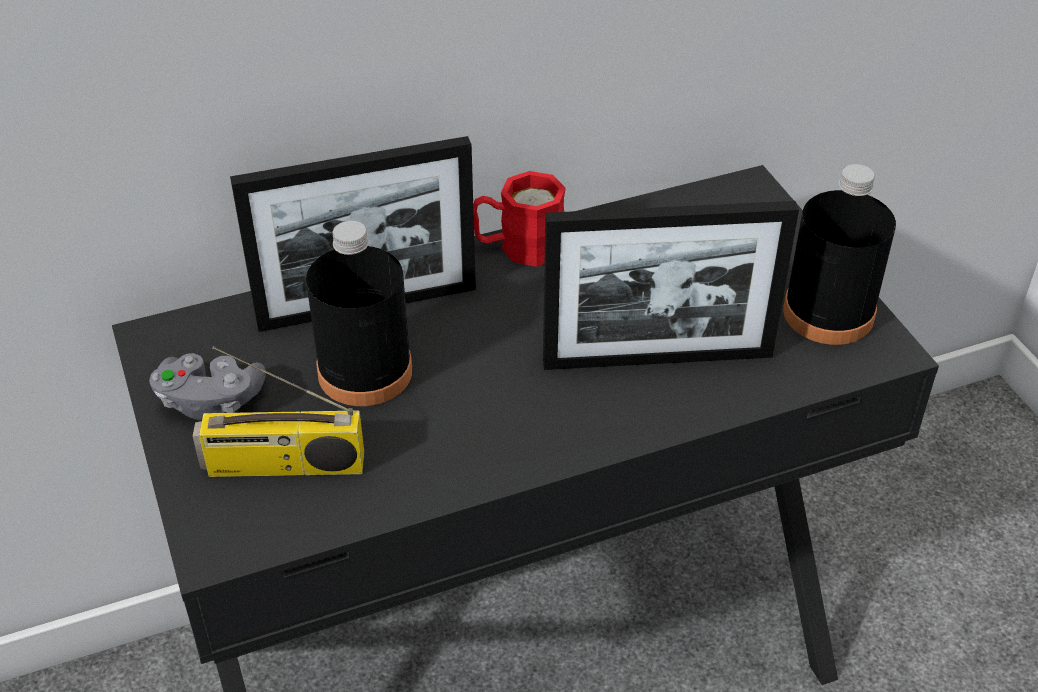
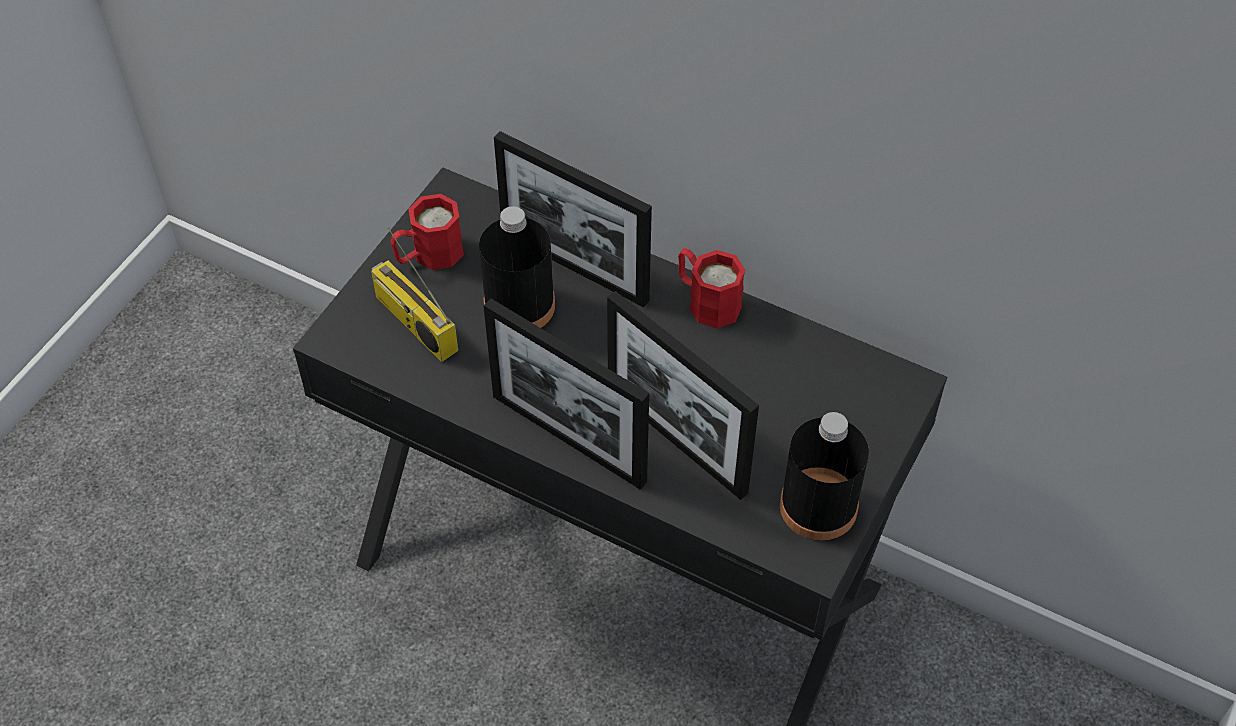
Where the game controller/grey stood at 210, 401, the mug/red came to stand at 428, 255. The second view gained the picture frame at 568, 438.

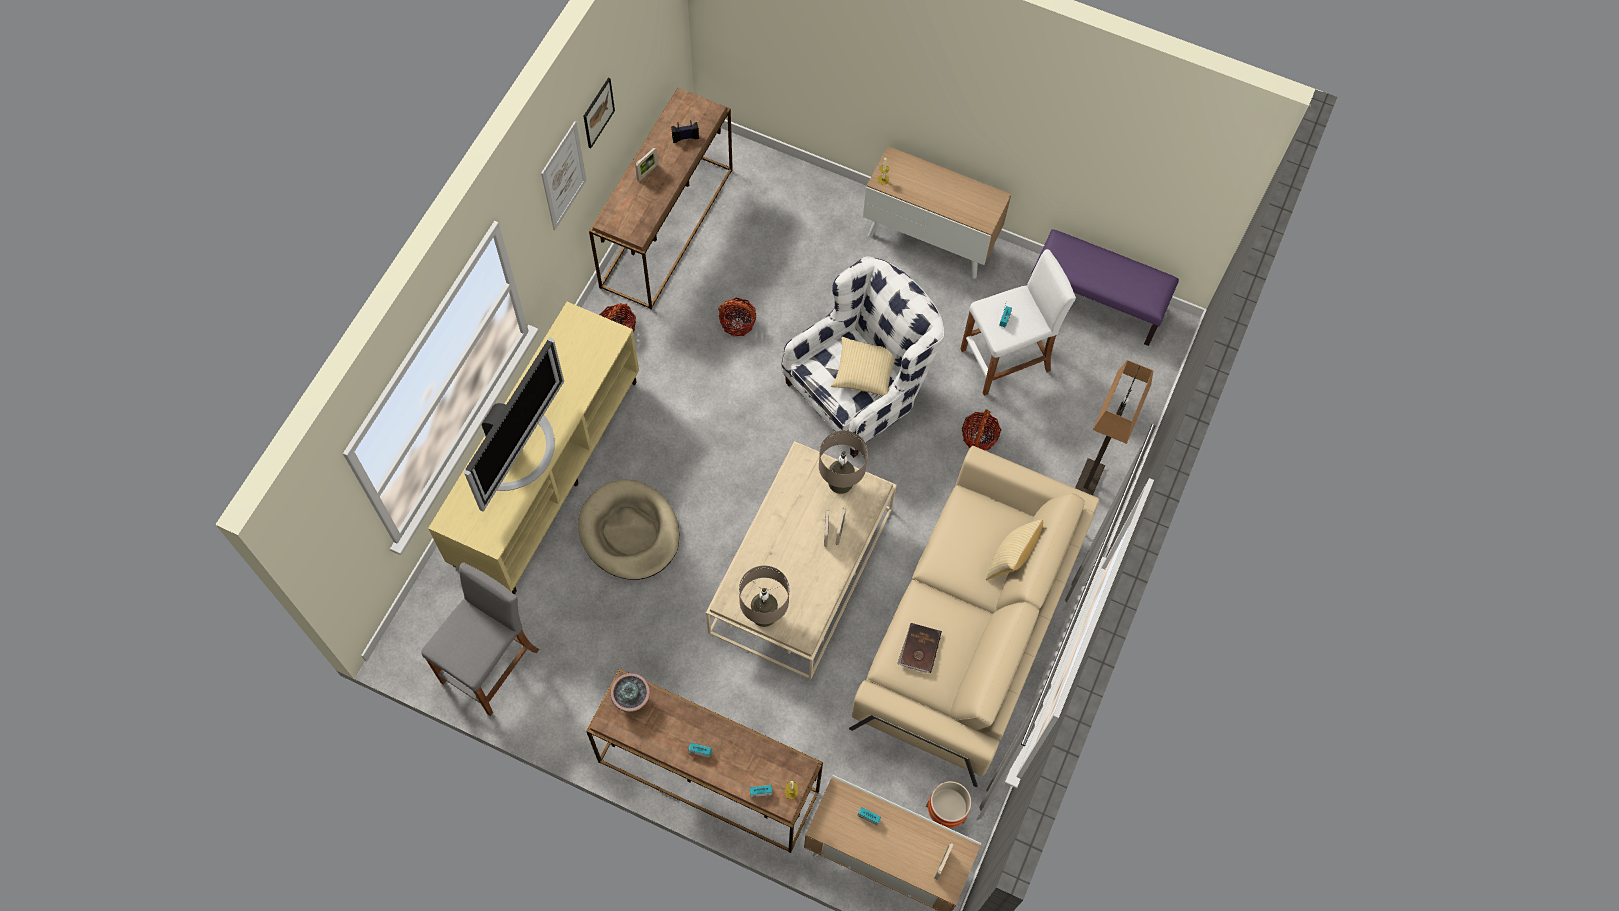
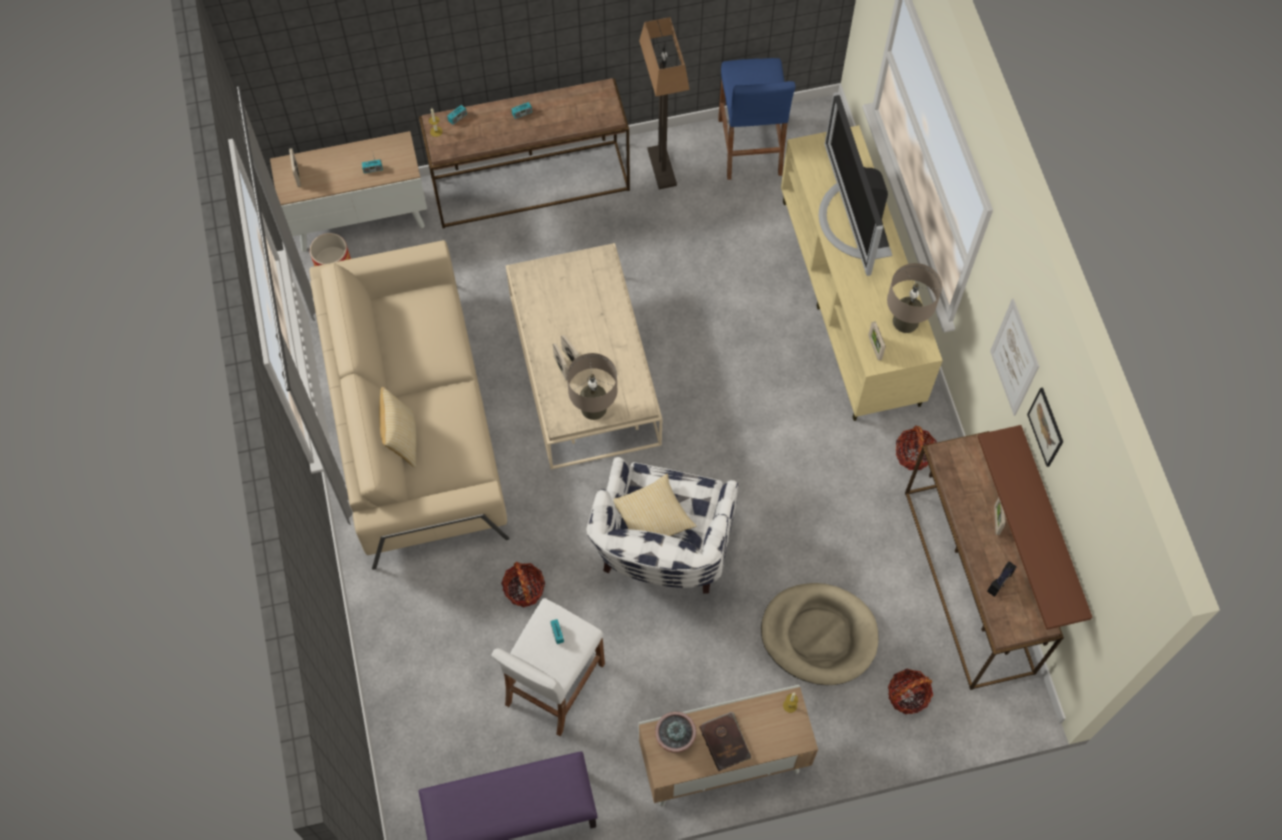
The basket ended up elsewhere, having gone from 737, 322 to 907, 696. The floor lamp ended up elsewhere, having gone from 1087, 484 to 661, 167. The dog bed/beige ended up elsewhere, having gone from 629, 532 to 819, 635. What was the stool/grey at 491, 666 turned into the stool/blue at 750, 147. The table lamp/beige ended up elsewhere, having gone from 764, 614 to 905, 321. The book/brown ended up elsewhere, having gone from 919, 648 to 725, 741. The potted plant ended up elsewhere, having gone from 632, 699 to 675, 738. The second view gained the picture frame at 874, 348. The second view gained the shelf/brown at 1051, 525.

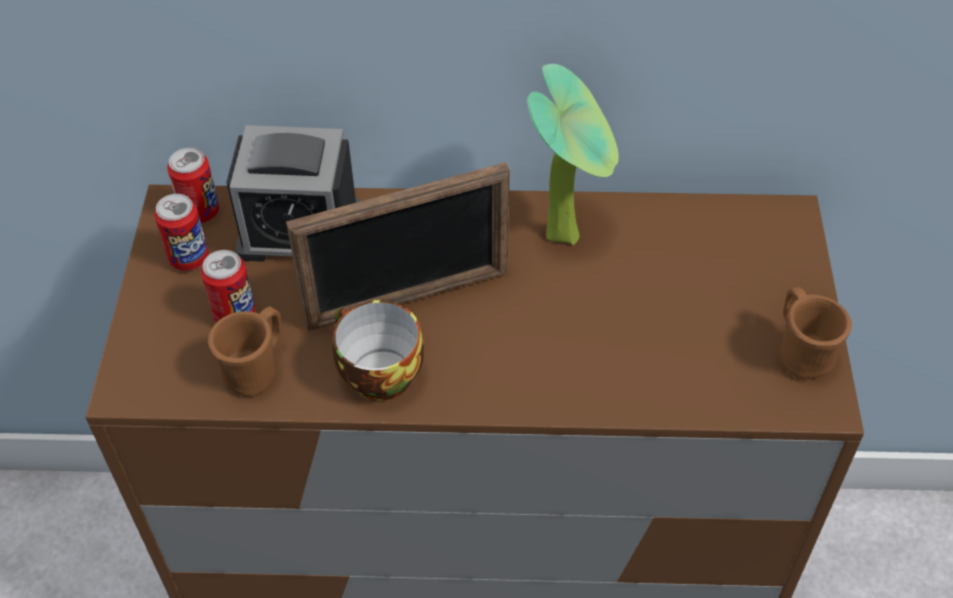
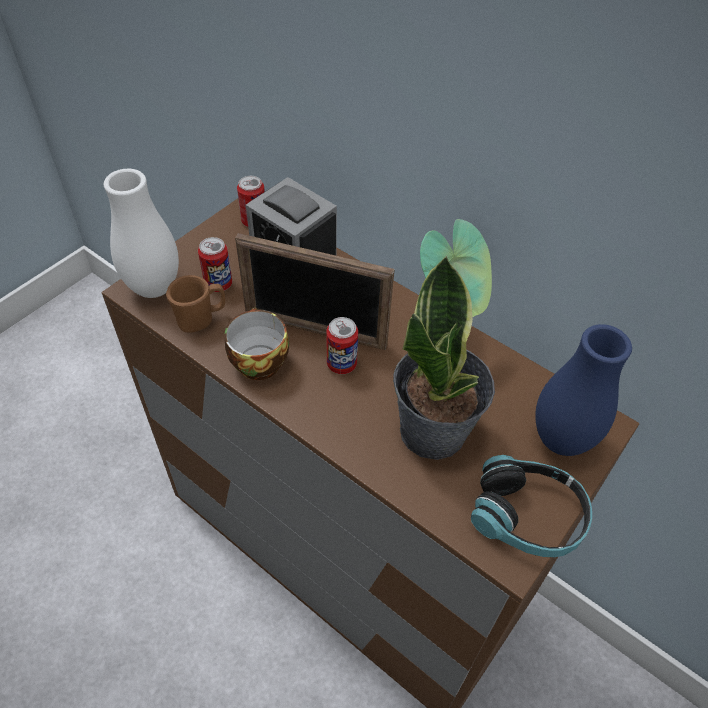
The can ended up elsewhere, having gone from 189, 258 to 341, 364. Where the mug/brown stood at 800, 352, the headphones came to stand at 527, 516. The second view gained the vase/white at 154, 288. The second view gained the potted plant at 434, 431. The second view gained the vase/blue at 561, 440.

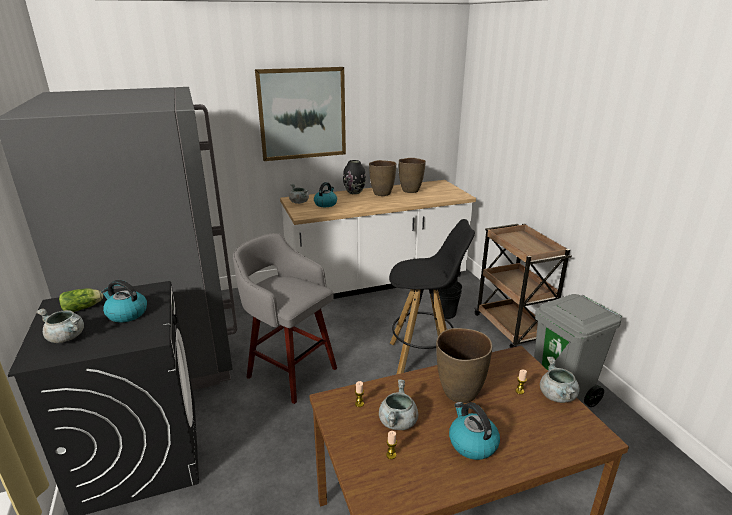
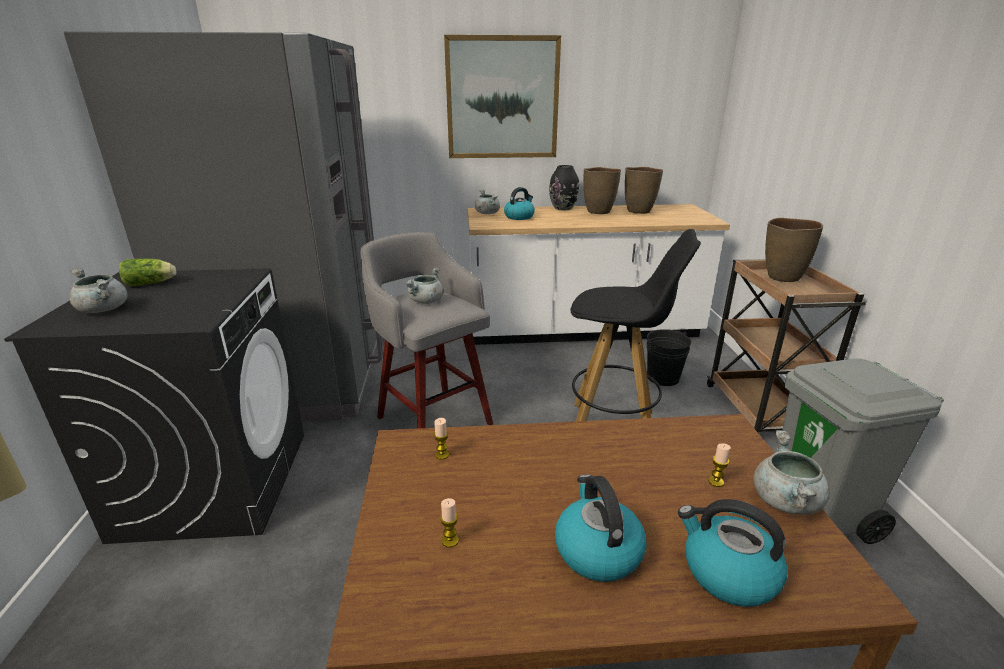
The kettle ended up elsewhere, having gone from 126, 314 to 727, 573. The vase/brown ended up elsewhere, having gone from 459, 393 to 782, 277. The cooking pot/grey ended up elsewhere, having gone from 398, 422 to 426, 301.

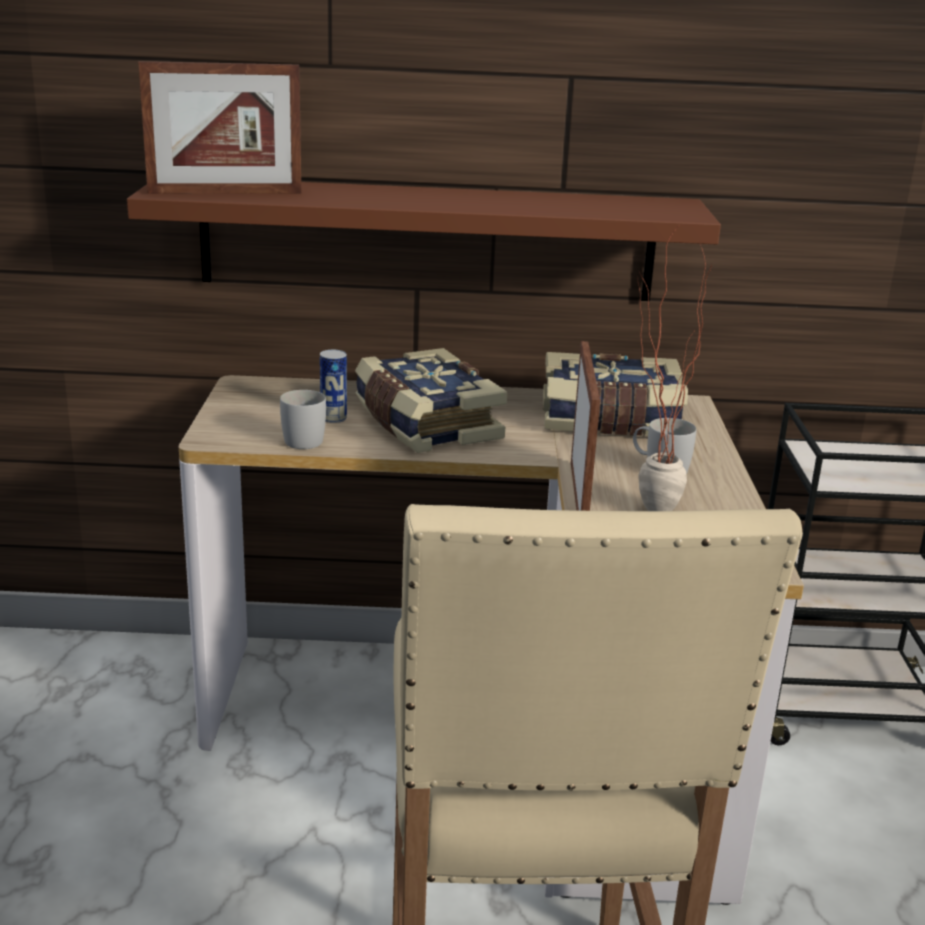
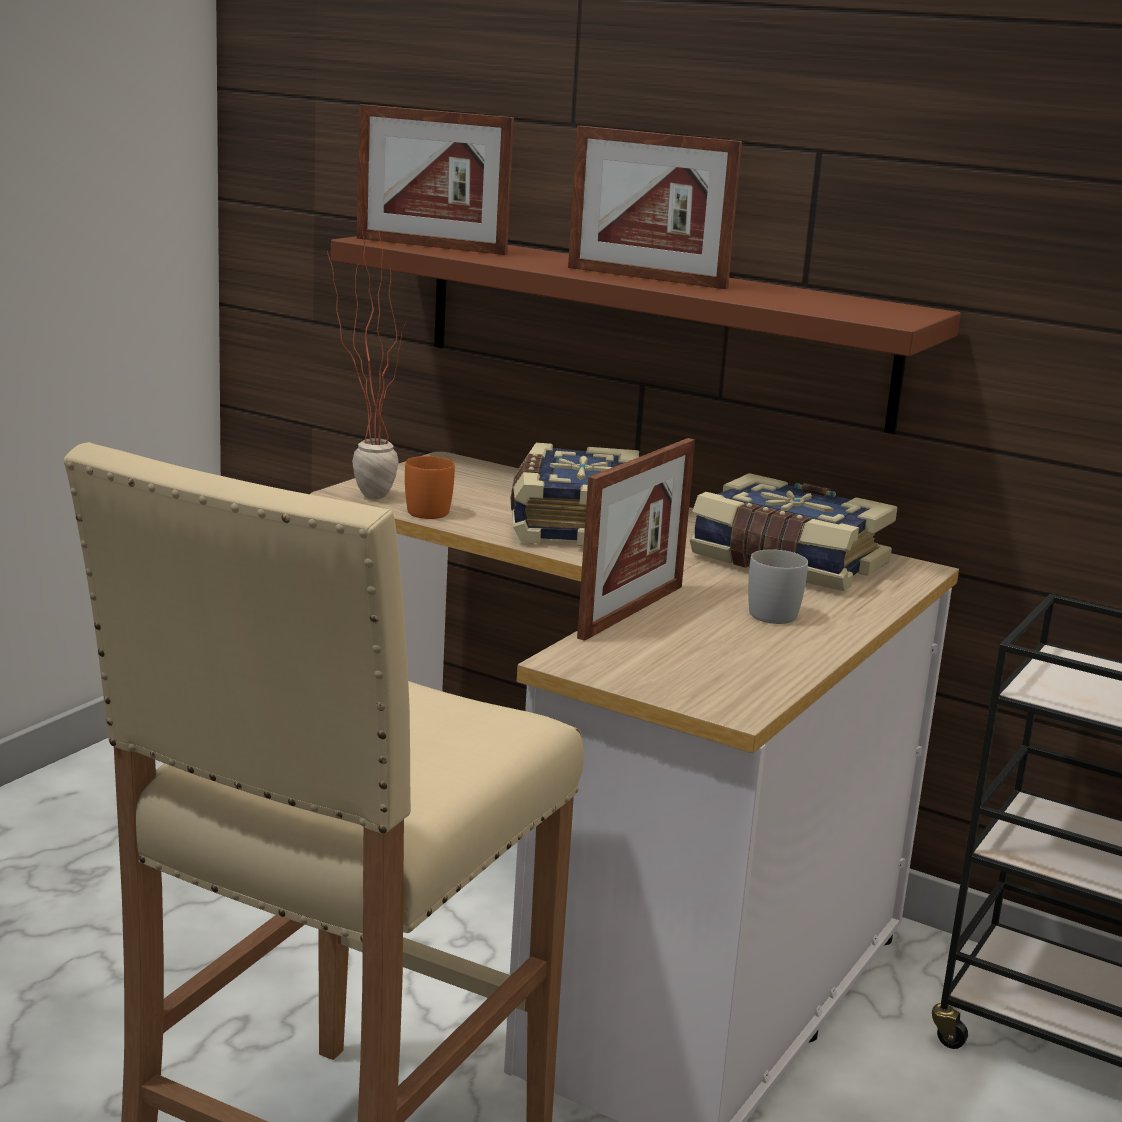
The potted plant ended up elsewhere, having gone from 643, 511 to 362, 494. The second view lost the can at 333, 418. What was the mug/white at 300, 439 turned into the mug/orange at 429, 510. The second view gained the picture frame at 646, 277.

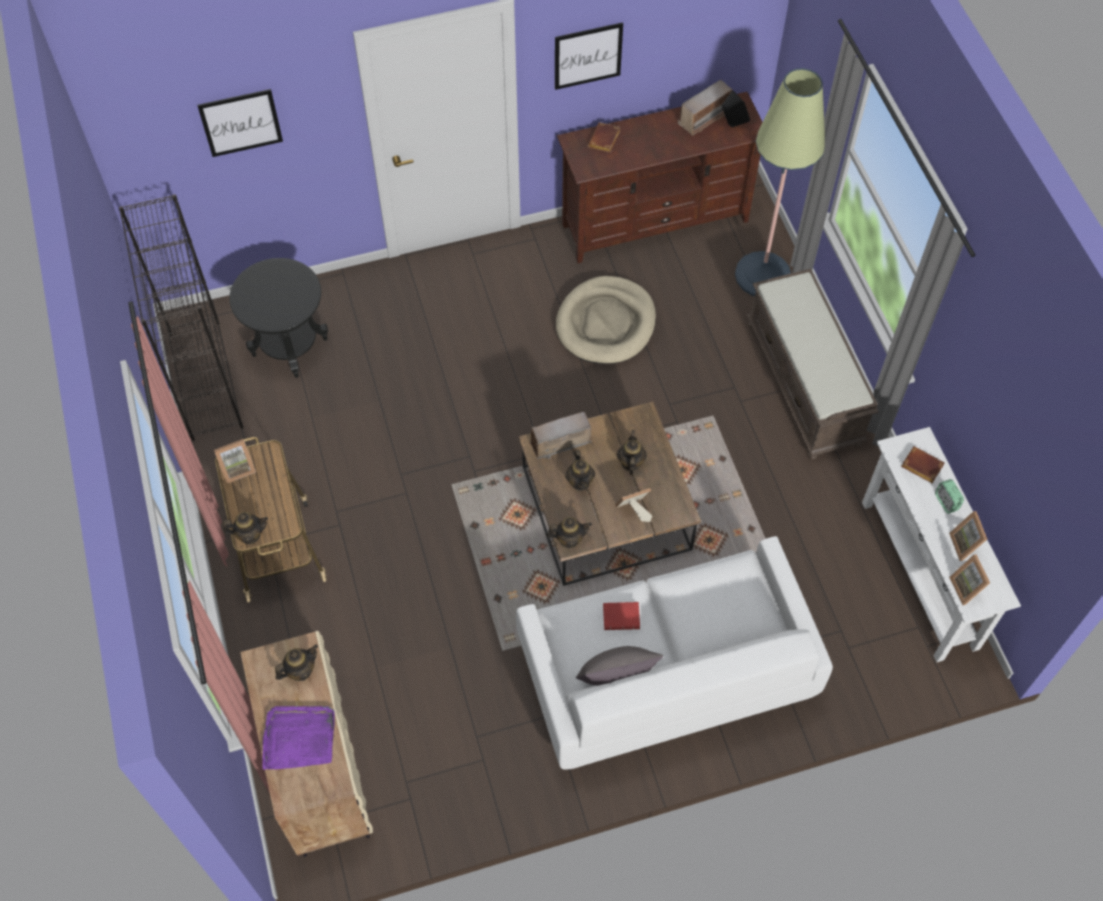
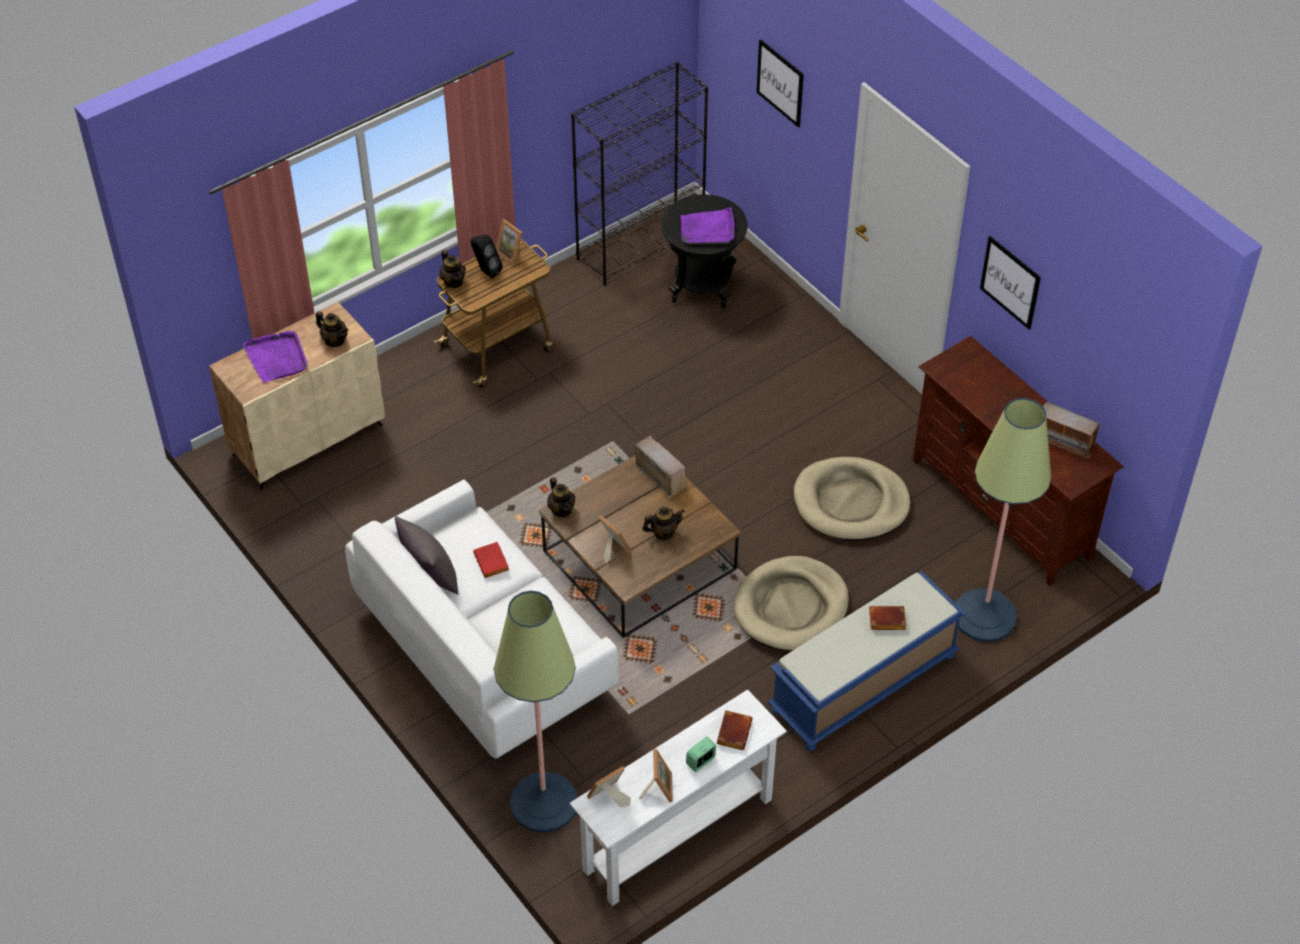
The speaker/black ended up elsewhere, having gone from 732, 125 to 486, 271. The book/brown ended up elsewhere, having gone from 605, 140 to 886, 621. What was the bench/brown at 805, 384 turned into the bench/blue at 863, 685. The second view lost the teapot at 580, 481. The picture frame at 966, 545 ended up facing another way, 120 degrees clockwise from before. The second view gained the tray/purple at 707, 229. The second view gained the dog bed/beige at 791, 607. The second view gained the floor lamp at 544, 803.

